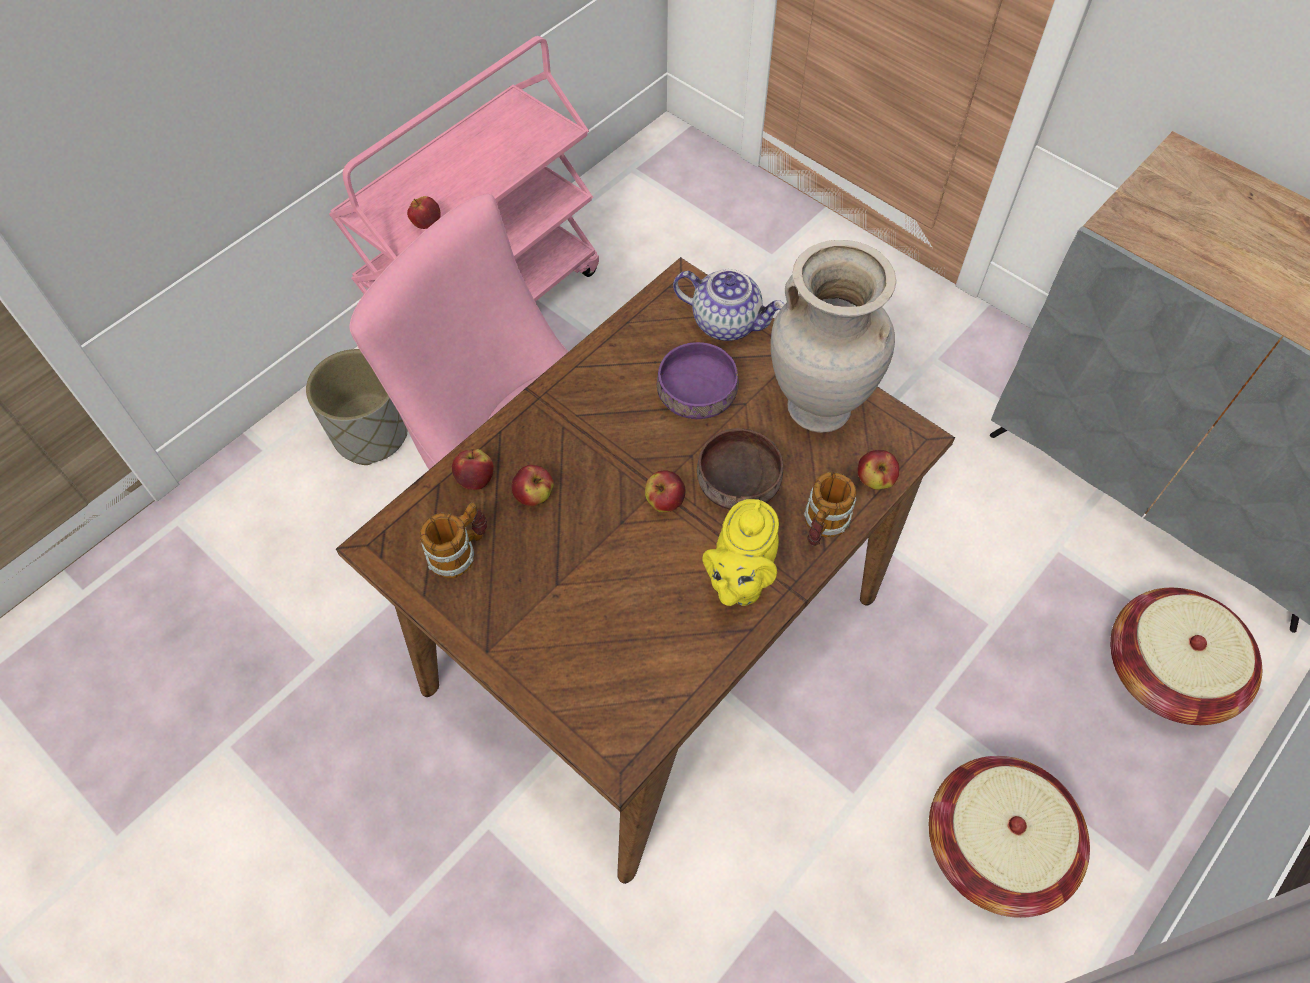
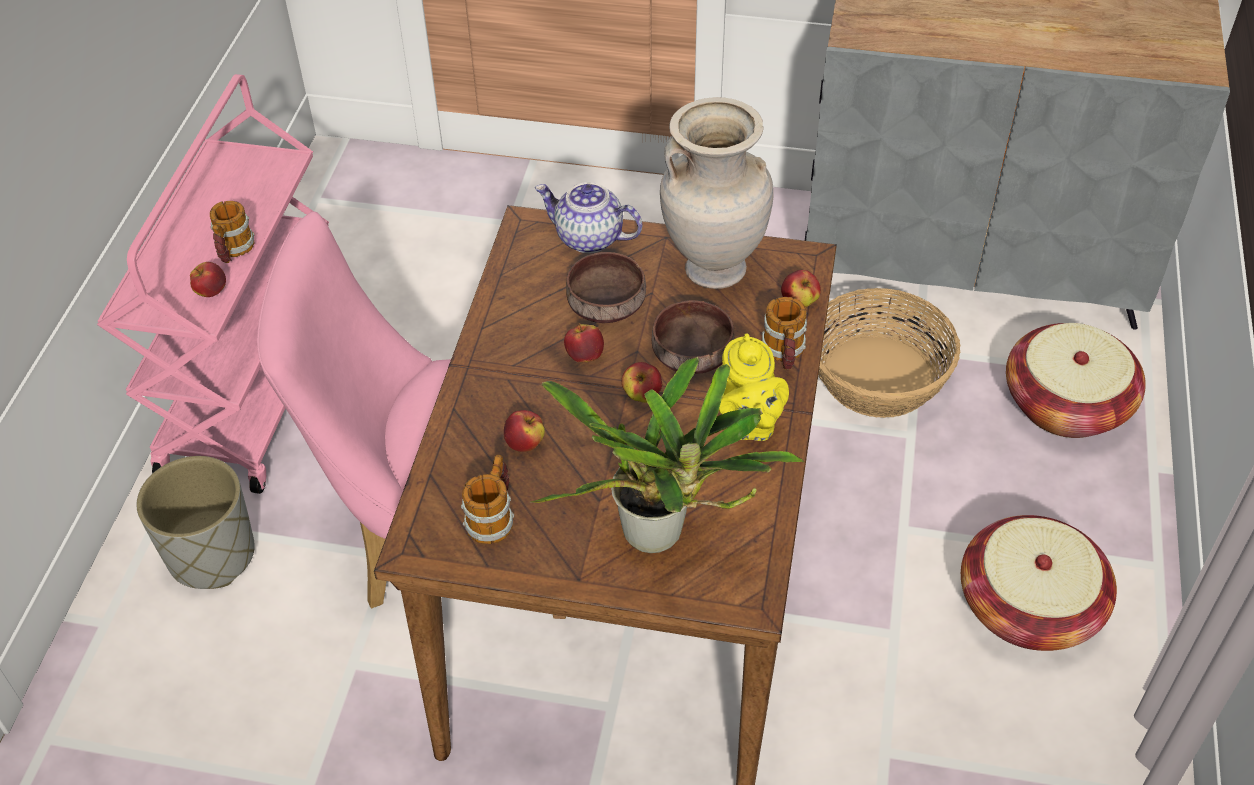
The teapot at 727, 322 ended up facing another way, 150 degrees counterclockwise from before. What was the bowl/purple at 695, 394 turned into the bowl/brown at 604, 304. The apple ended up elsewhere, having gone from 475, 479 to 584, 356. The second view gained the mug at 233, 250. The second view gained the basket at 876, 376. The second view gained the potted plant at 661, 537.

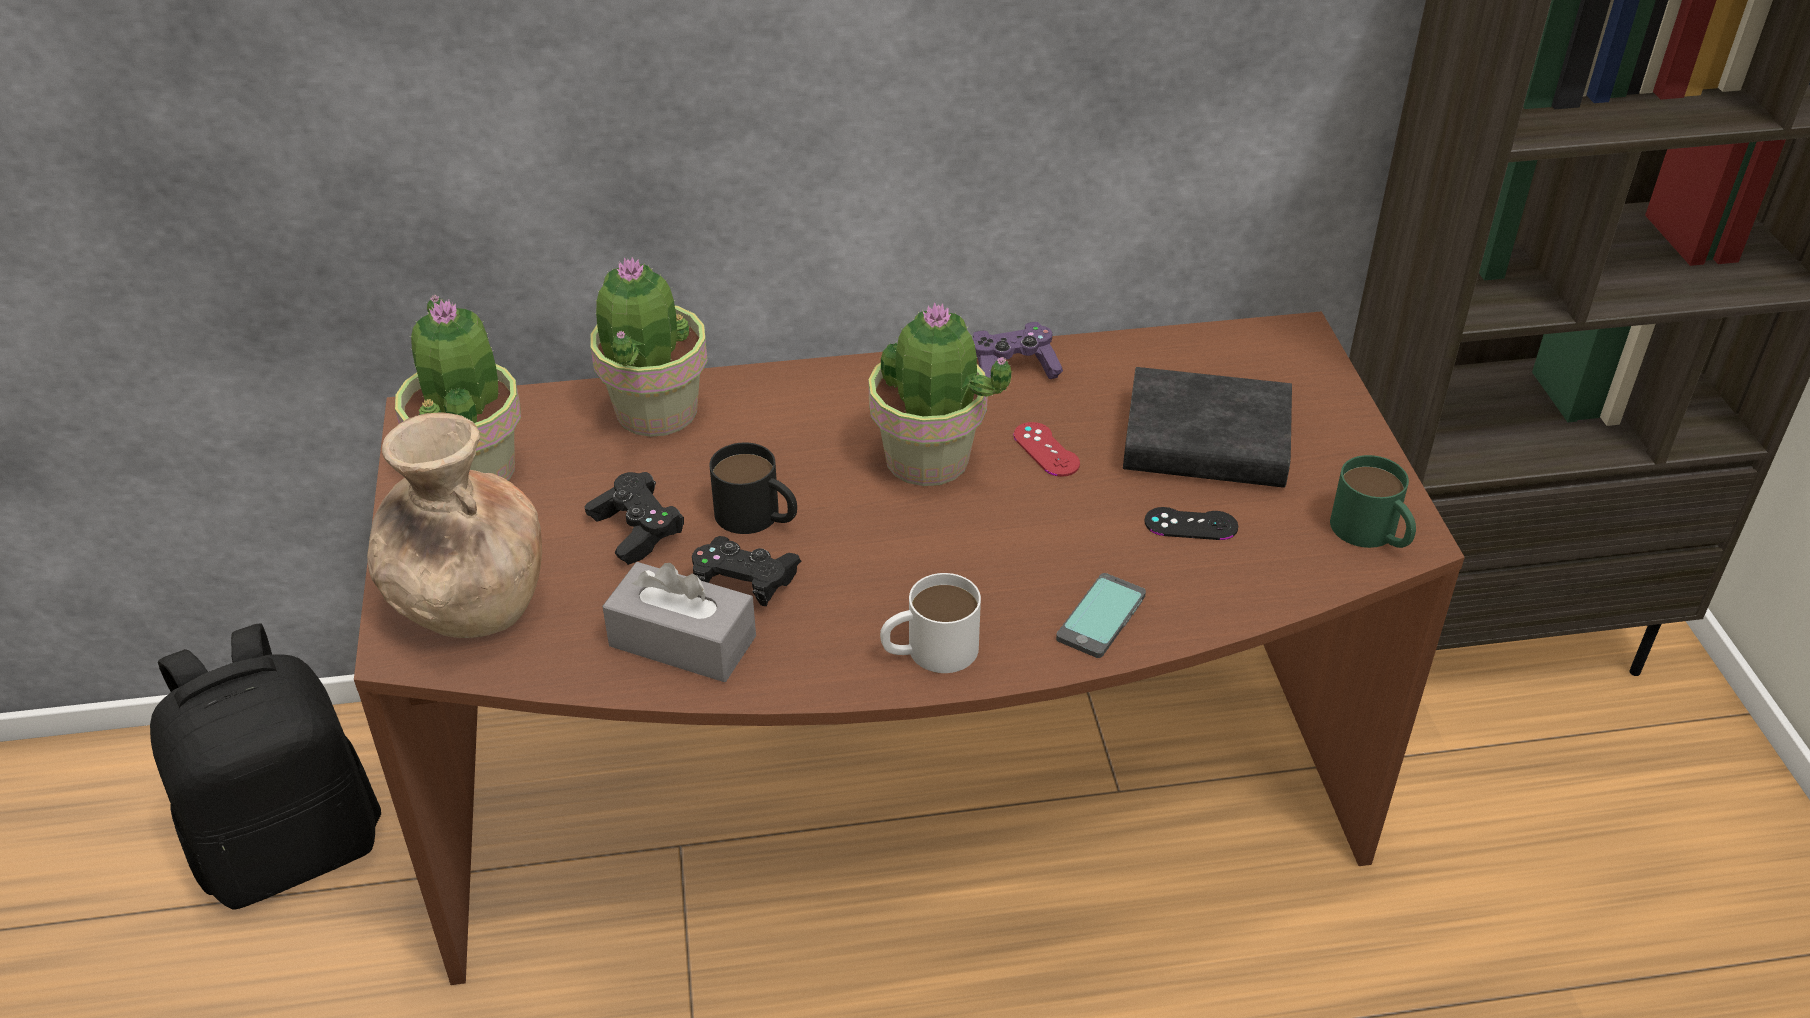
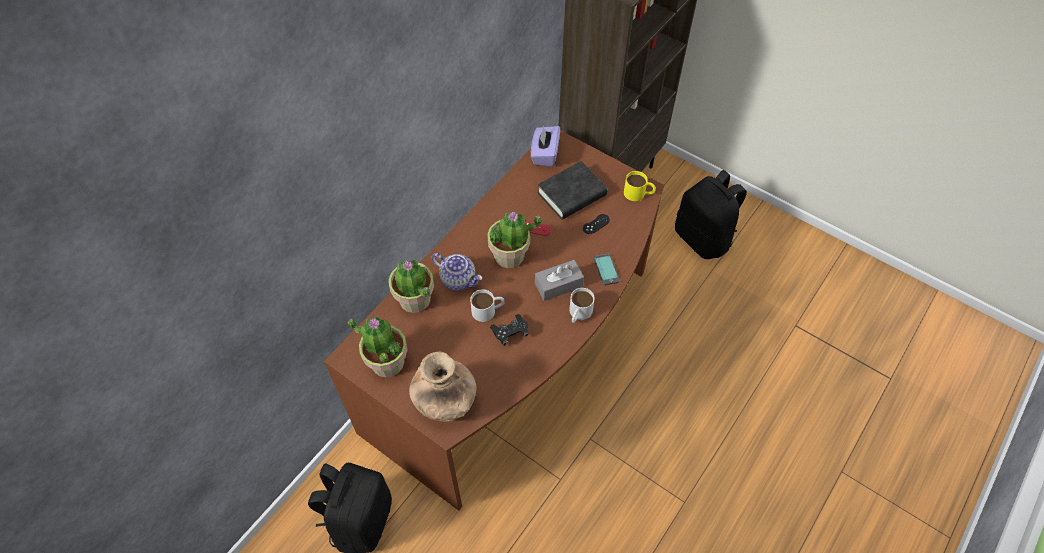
The second view lost the game controller/purple at 1013, 369. What was the mug/black at 758, 517 turned into the mug/white at 488, 310. What was the mug/green at 1372, 533 turned into the mug/yellow at 638, 193. The second view lost the game controller/black at 636, 530. The tissue box/grey ended up elsewhere, having gone from 682, 641 to 558, 285. The second view gained the tissue box/purple at 544, 154. The second view gained the backpack/black at 703, 238. The second view gained the teapot at 458, 279.

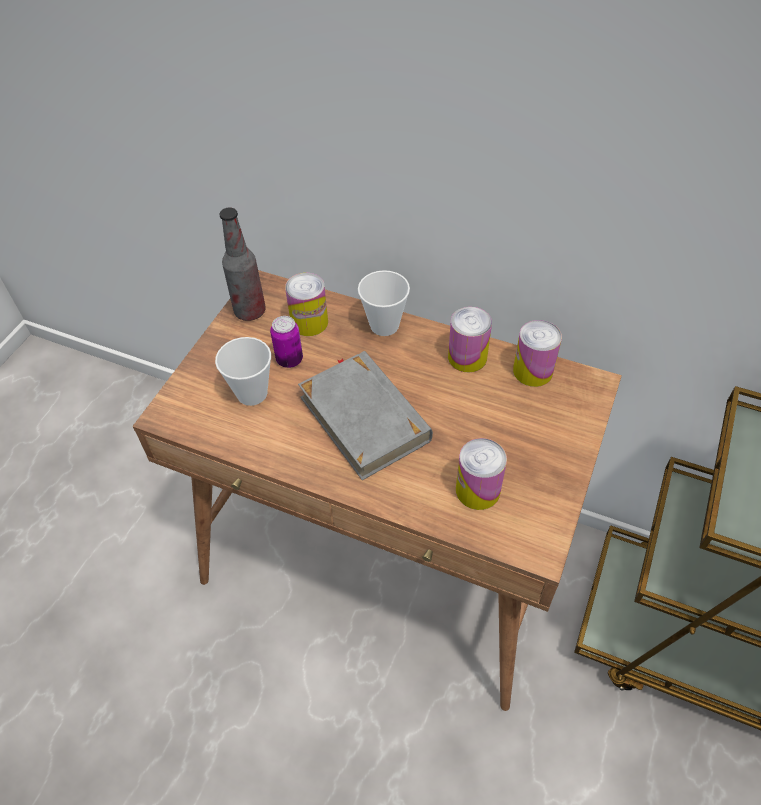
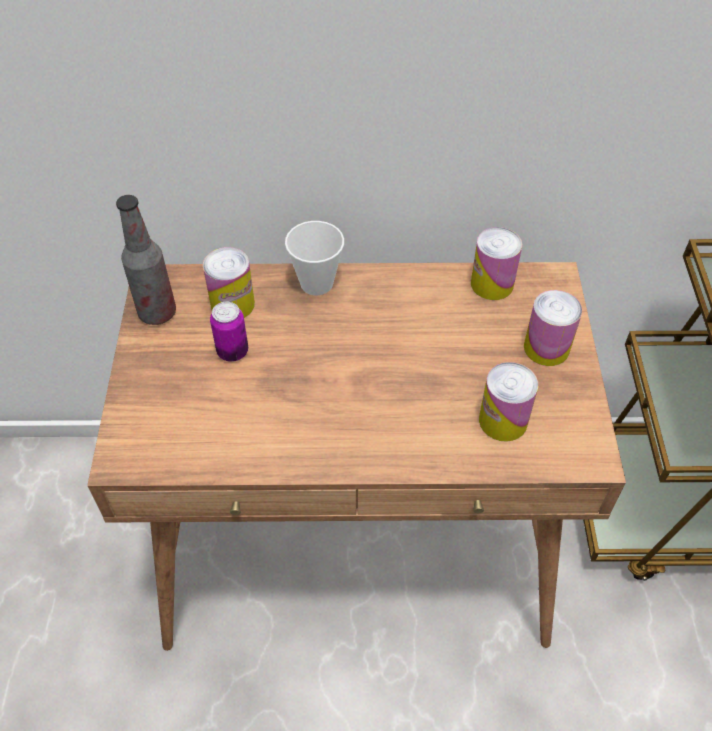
The can ended up elsewhere, having gone from 467, 357 to 546, 348. The second view lost the cup at 252, 393. The second view lost the book/grey at 365, 418.

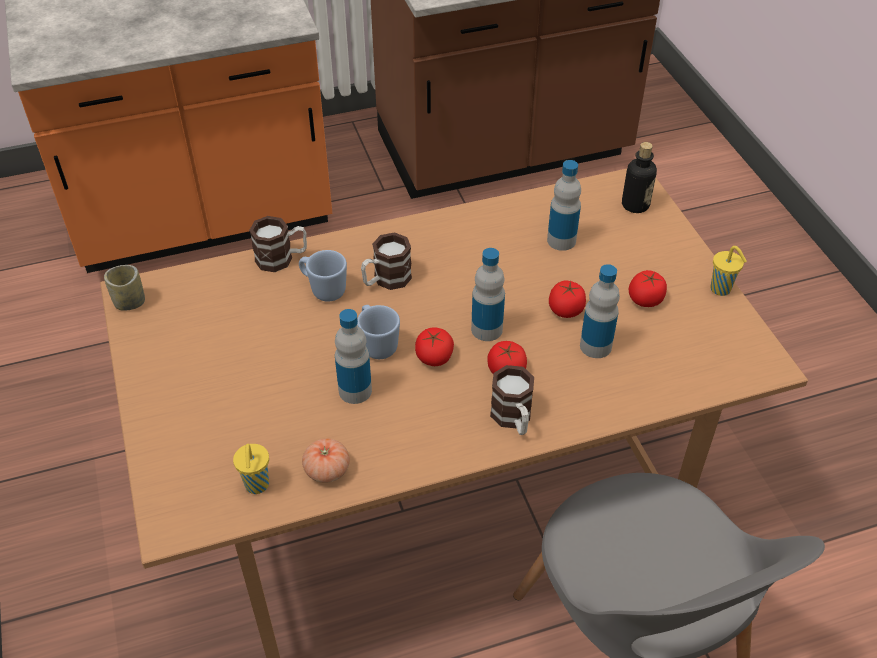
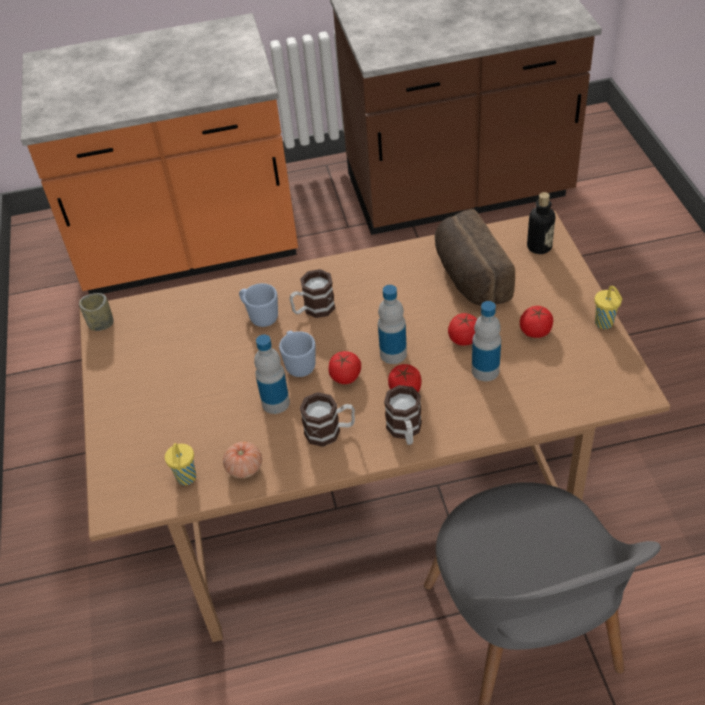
Where the bottle stood at 561, 240, the bread came to stand at 469, 277. The mug ended up elsewhere, having gone from 282, 258 to 330, 431.

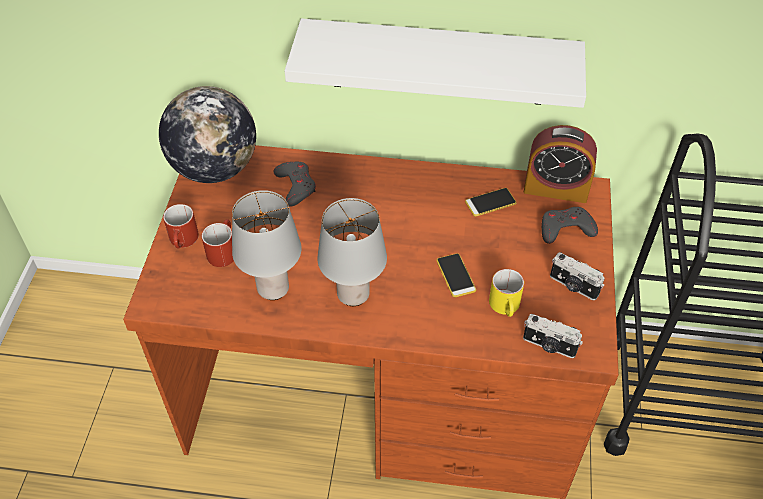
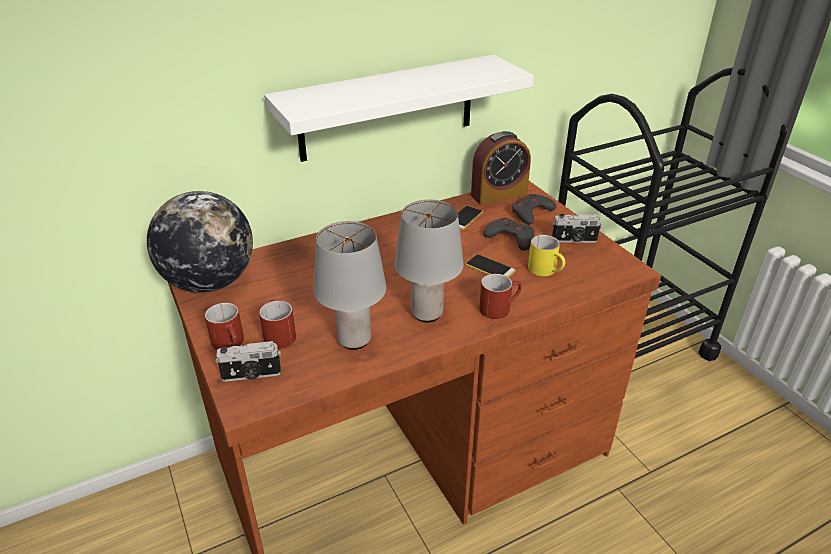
The game controller/grey ended up elsewhere, having gone from 296, 186 to 510, 238. The photo camera ended up elsewhere, having gone from 549, 346 to 251, 375. The second view gained the mug/red at 499, 307.

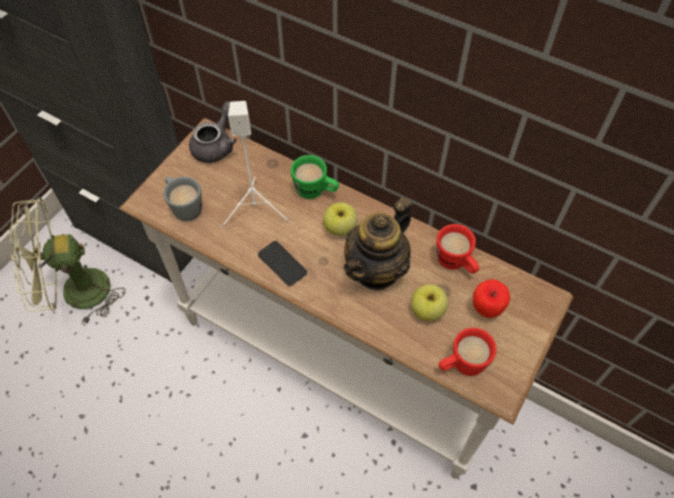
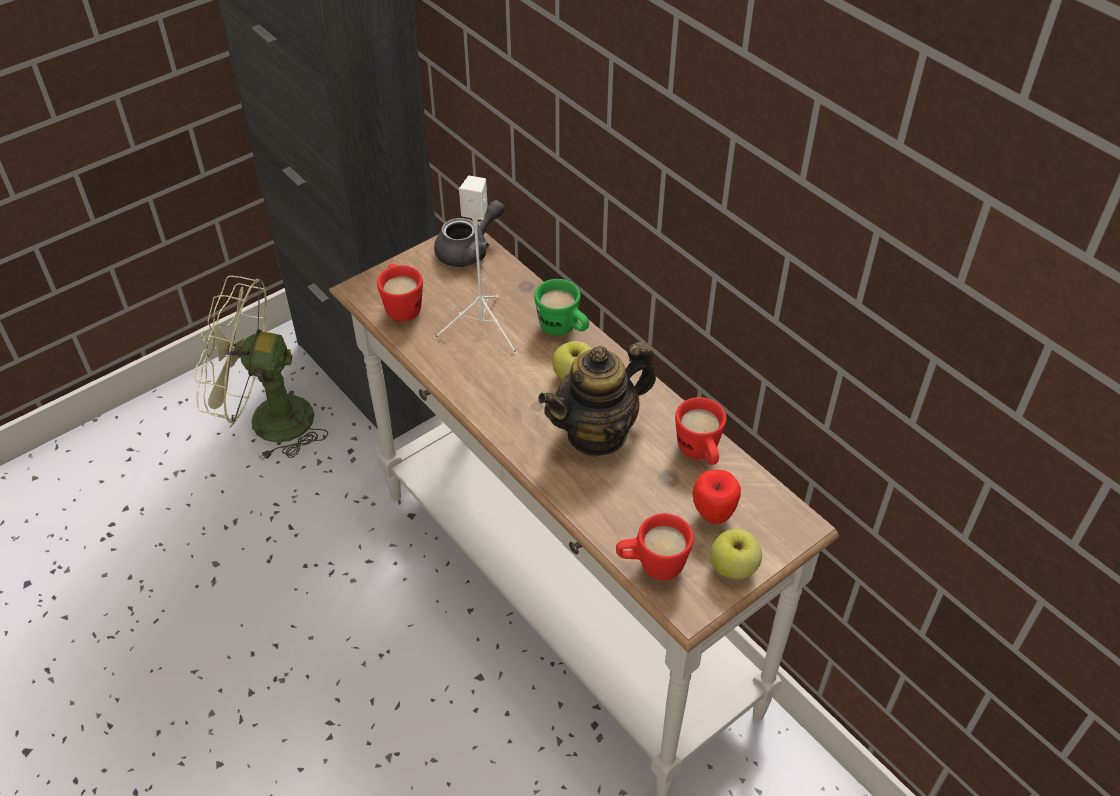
What was the mug/grey at 184, 207 turned into the mug/red at 401, 306. The second view lost the phone at 282, 264. The apple ended up elsewhere, having gone from 427, 311 to 733, 568.

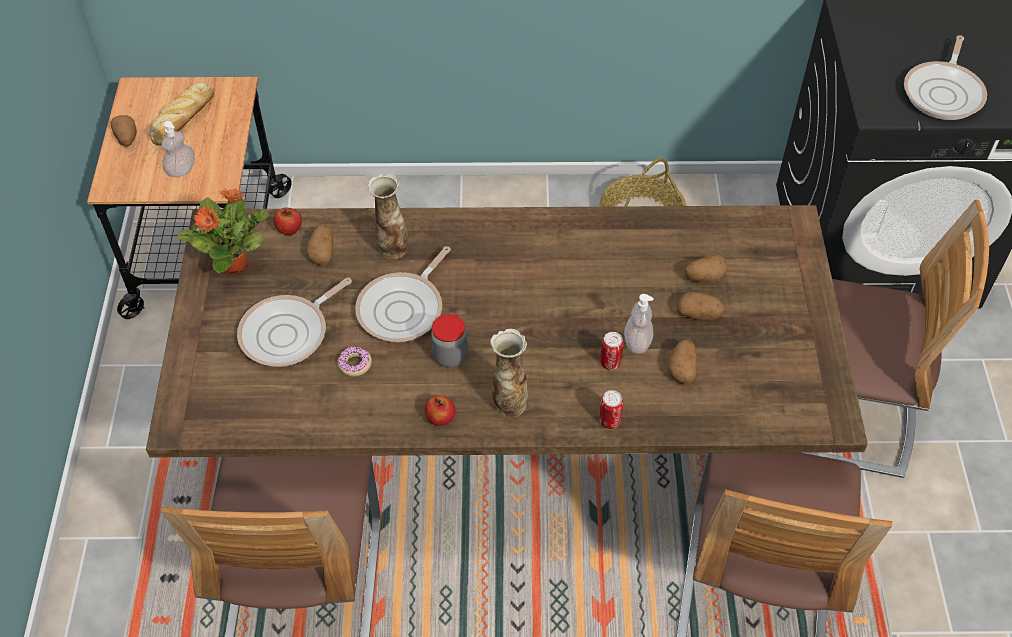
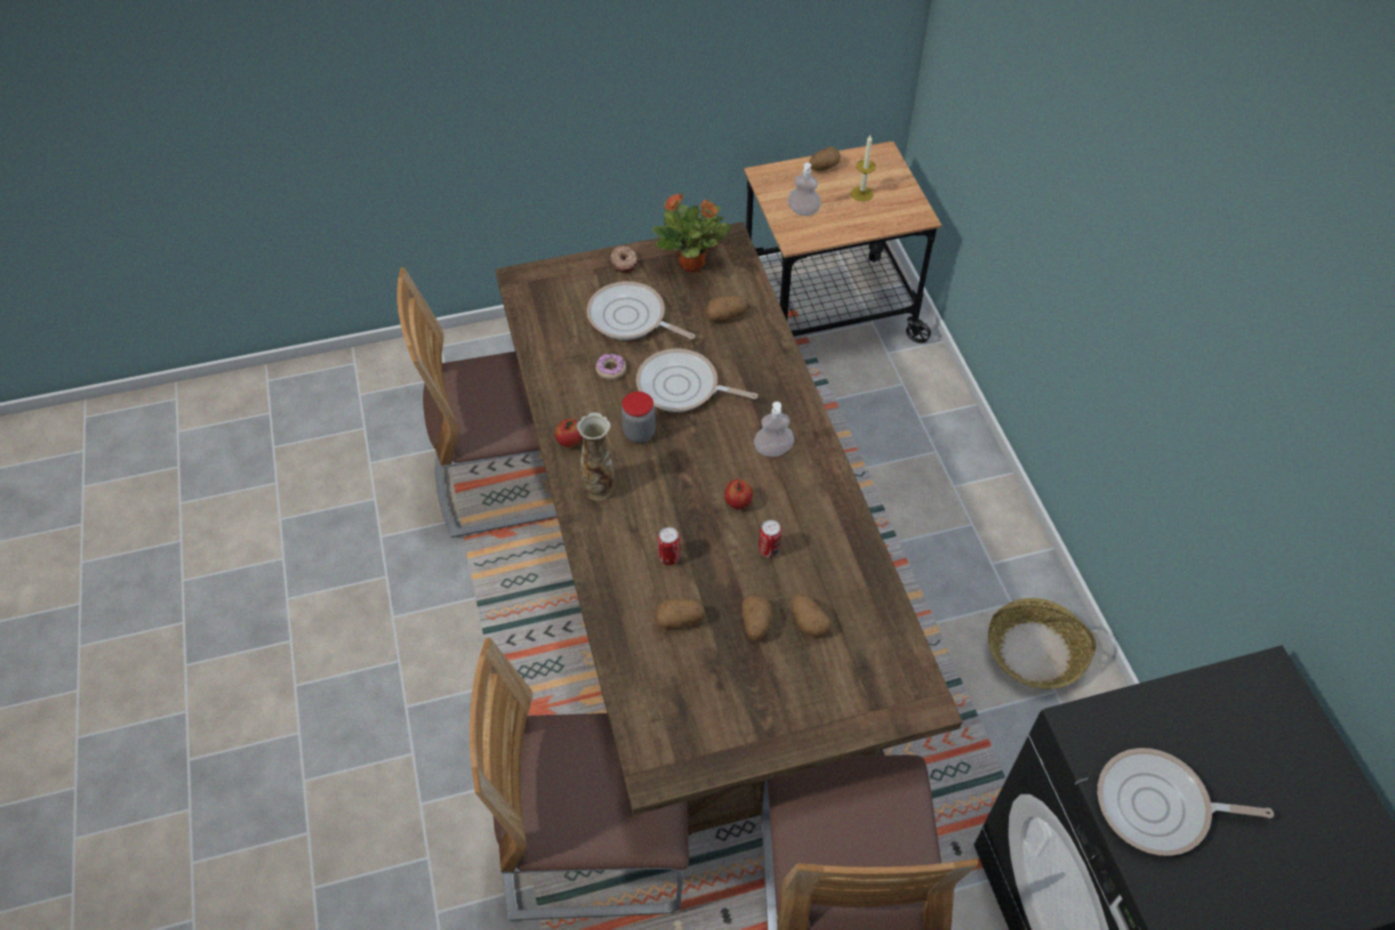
Where the bread stood at 183, 120, the candle came to stand at 862, 193. The second view lost the vase at 392, 249. The apple ended up elsewhere, having gone from 289, 230 to 738, 503. The soap dispenser ended up elsewhere, having gone from 637, 342 to 773, 449. The can ended up elsewhere, having gone from 609, 421 to 769, 550. The second view gained the donut at 624, 263.

